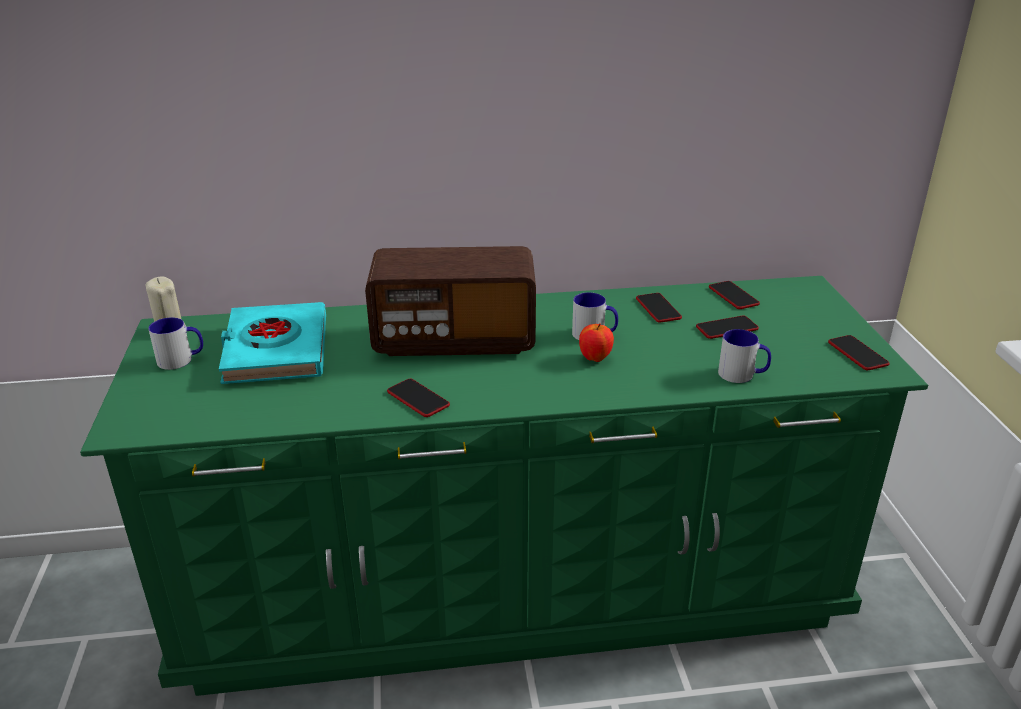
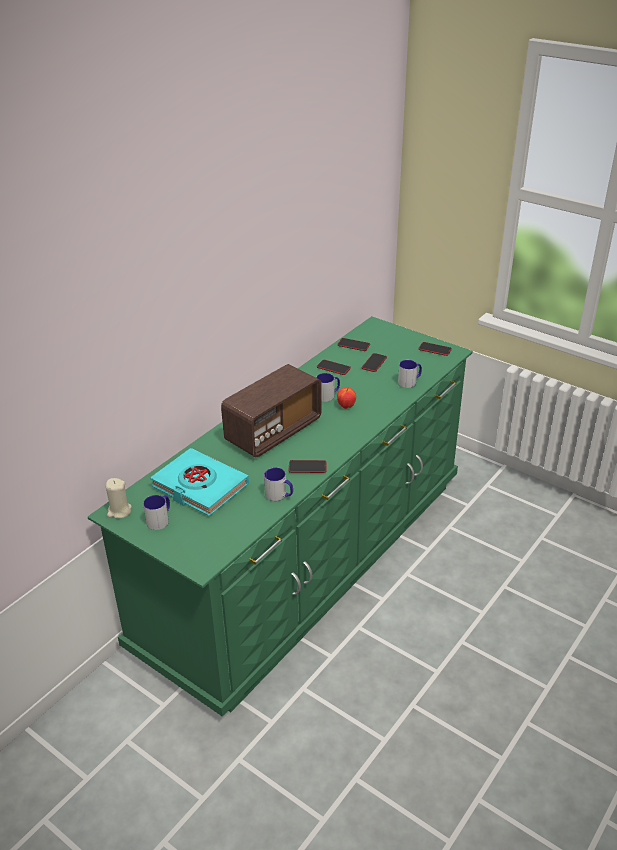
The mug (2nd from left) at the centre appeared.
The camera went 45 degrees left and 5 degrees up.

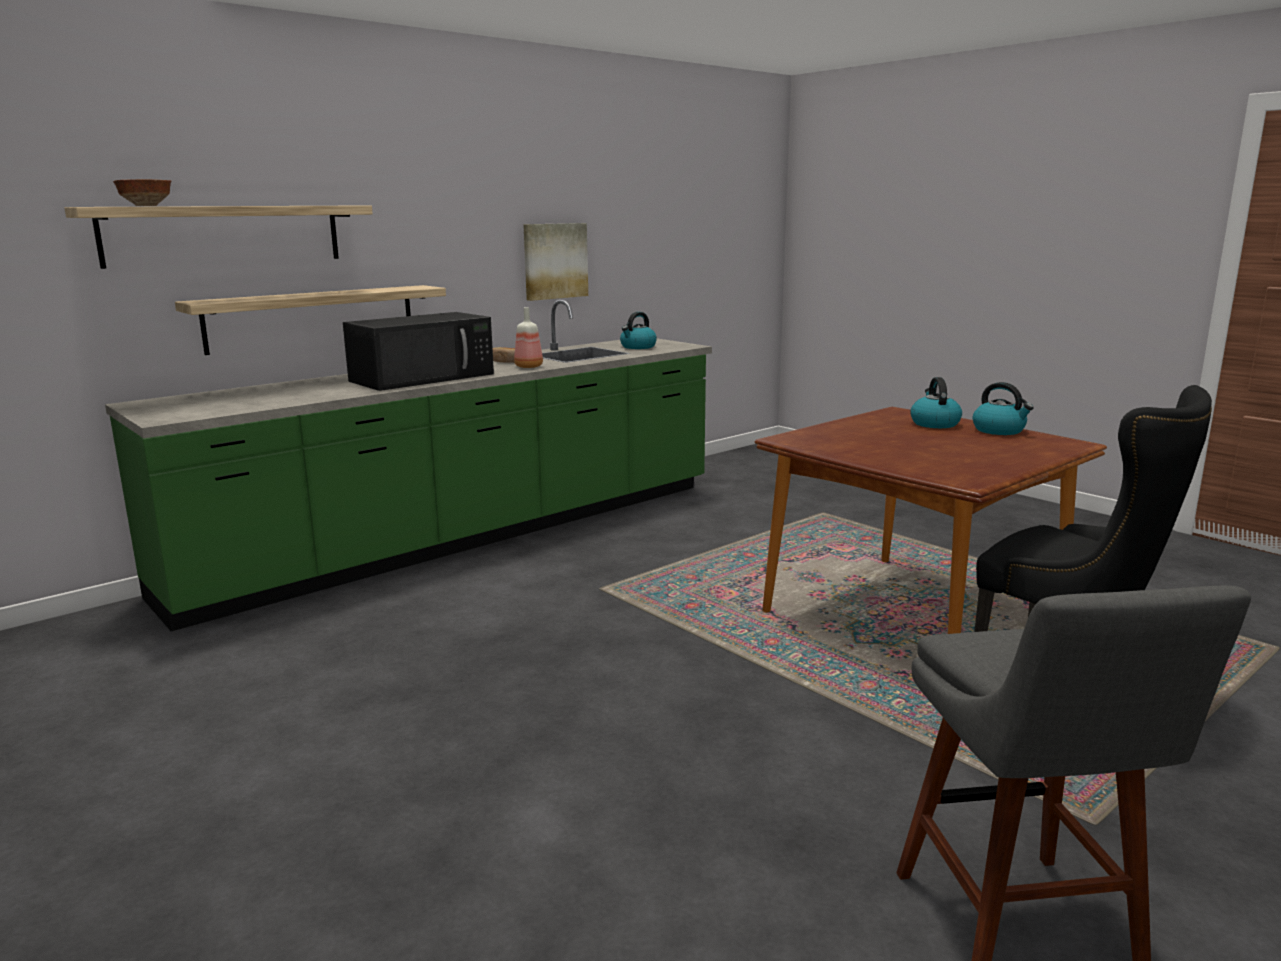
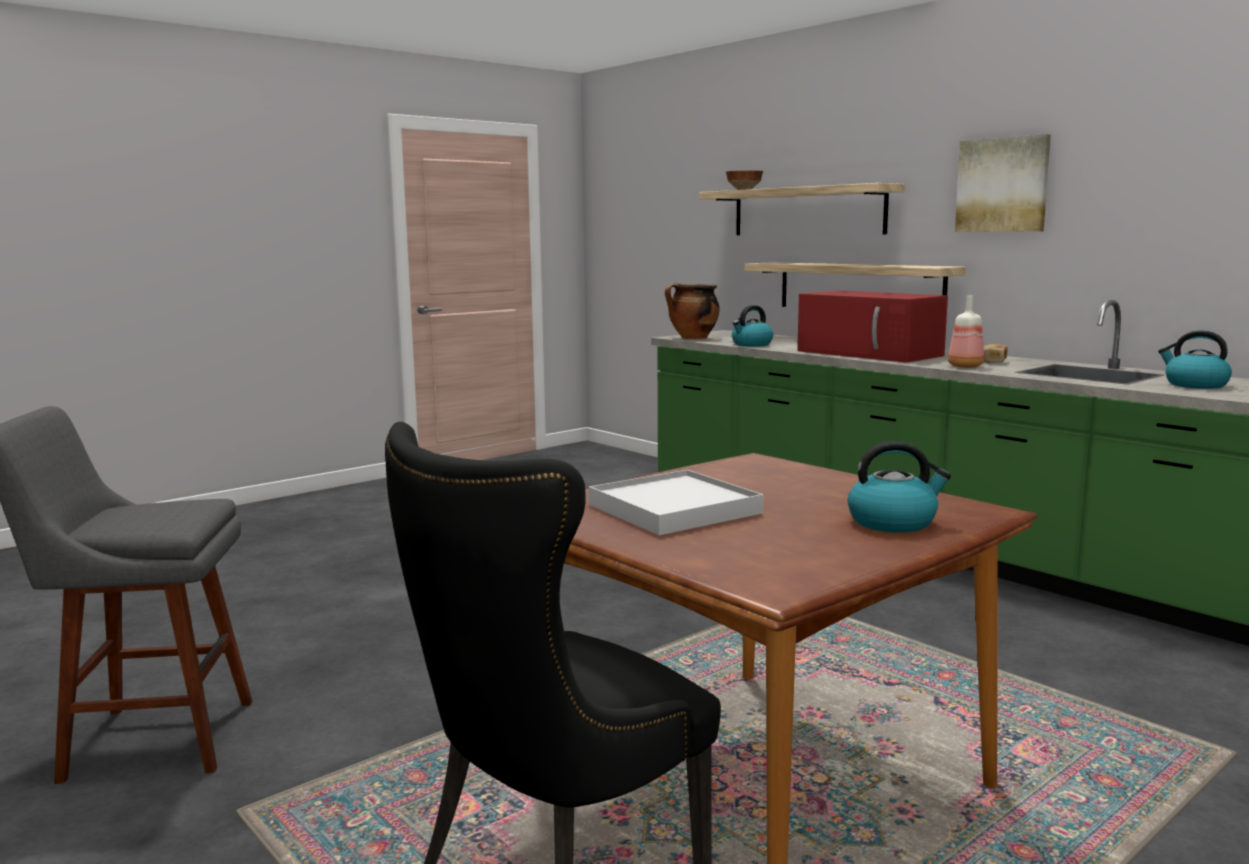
The black_microwave at the middle left became the red_microwave at the middle right.
The picture moved from the top centre to the top right.
The kettle (3rd from left in the first image) moved from the middle right to the centre.
The white_tray at the centre appeared.
The cooking_pot at the centre appeared.
The camera went 90 degrees right and 5 degrees down.

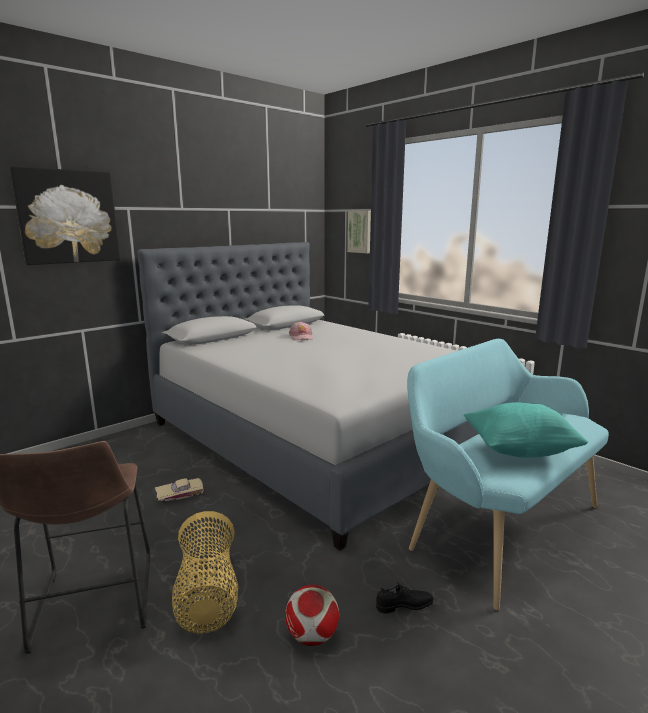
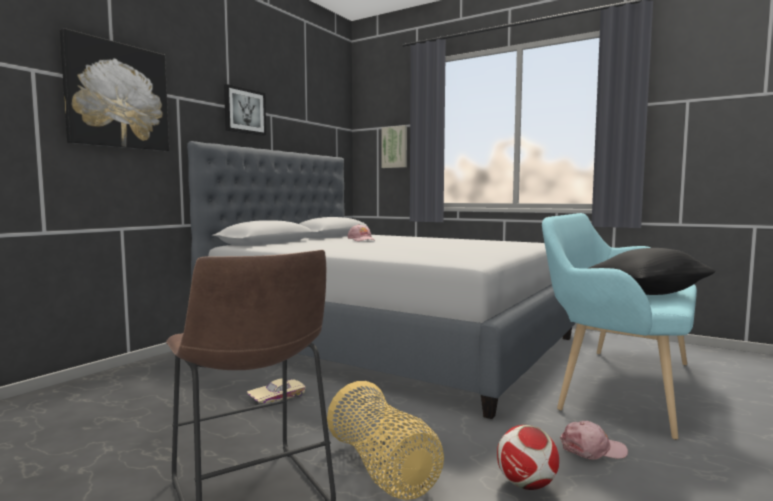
The black_shoe at the bottom centre was replaced by the pink_cap (2nd from left) at the bottom right.
The turquoise_pillow at the middle right became the black_pillow at the middle right.
The picture (2nd from left) at the top left appeared.
The camera went 15 degrees left and 10 degrees down.

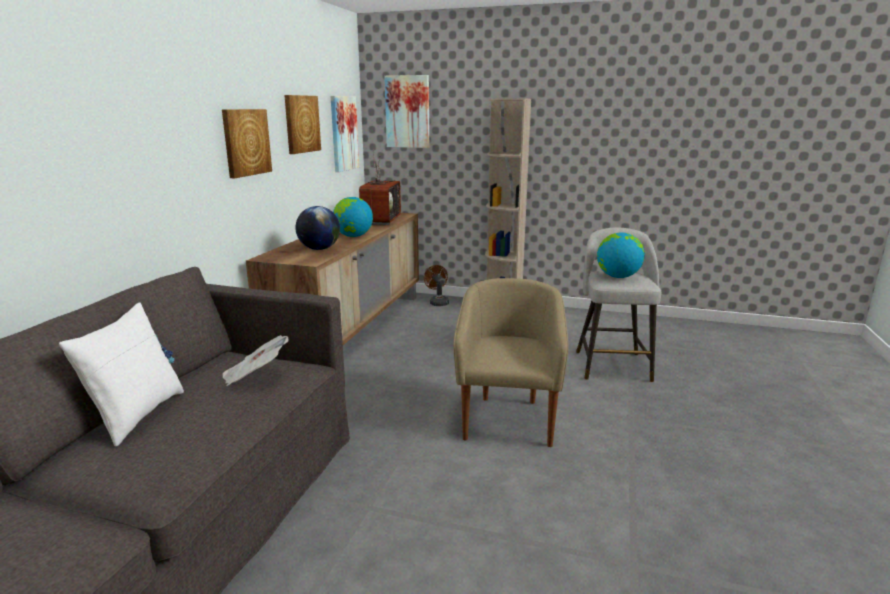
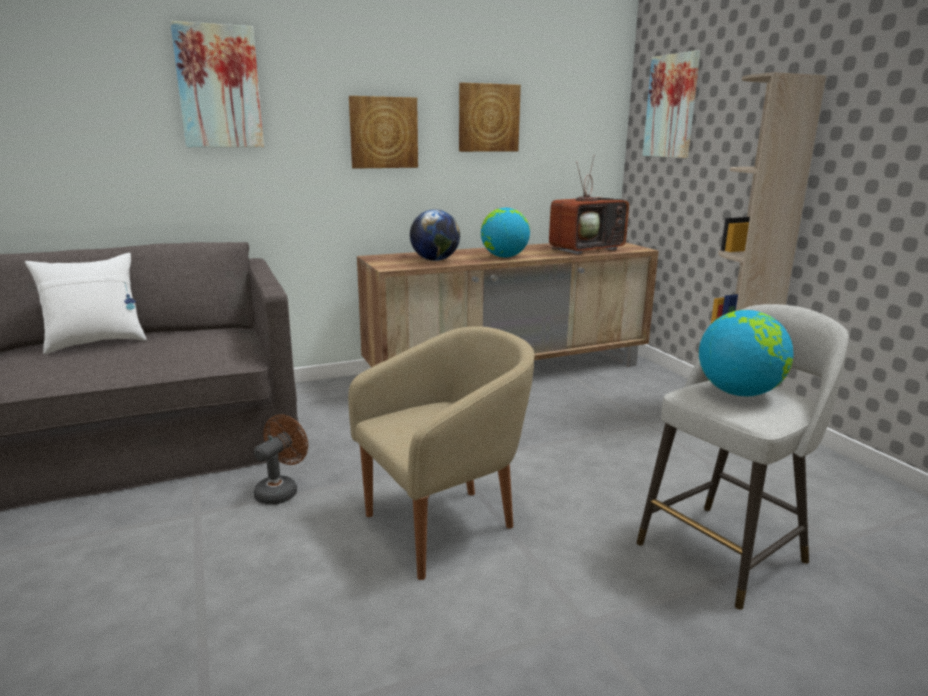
The newspaper at the middle left disappeared.
The picture (3rd from left in the first image) moved from the top centre to the top left.
The brown_fan moved from the centre to the middle left.
The camera went 50 degrees right and 0 degrees up.

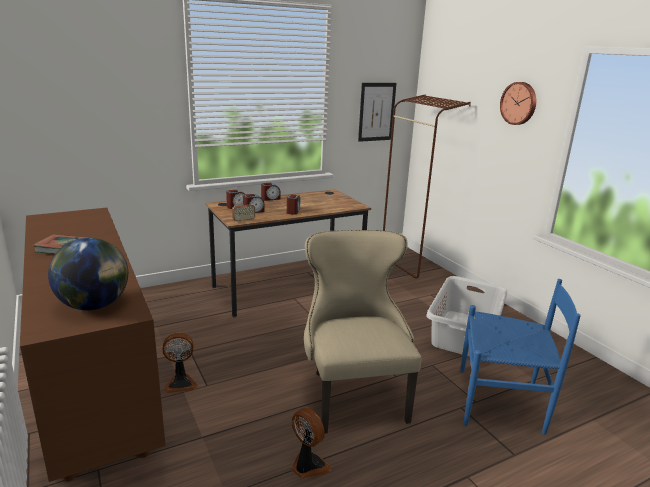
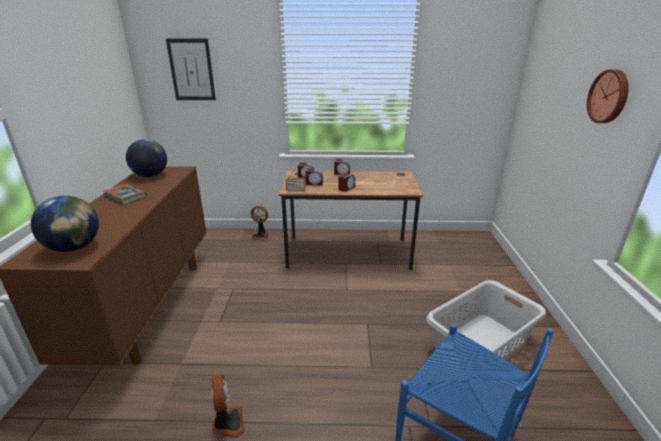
The fan (1st from left in the first image) moved from the bottom left to the centre.
The beige_chair at the bottom centre disappeared.
The picture moved from the top centre to the top left.
The brown_clothes_rack at the centre disappeared.
The globe (2nd from left) at the middle left appeared.
The camera went 30 degrees right and 5 degrees up.

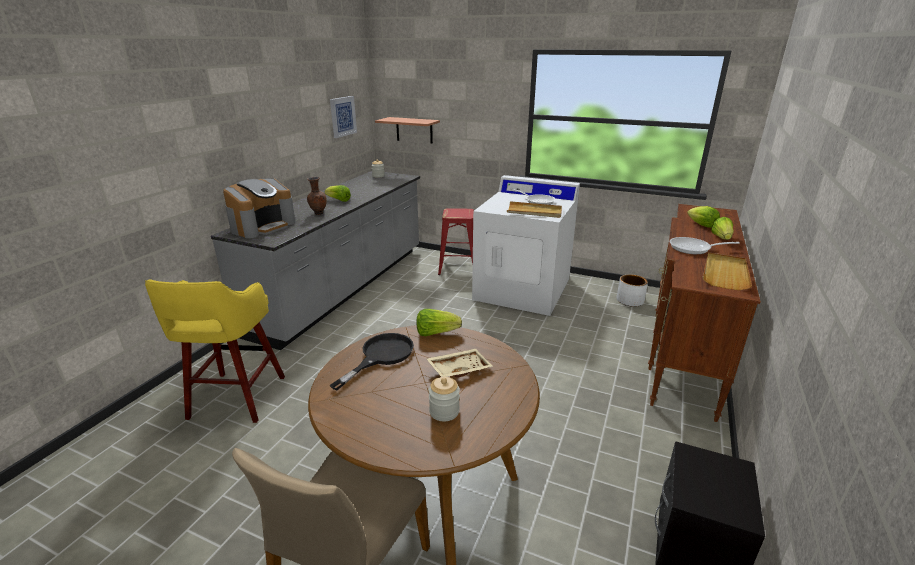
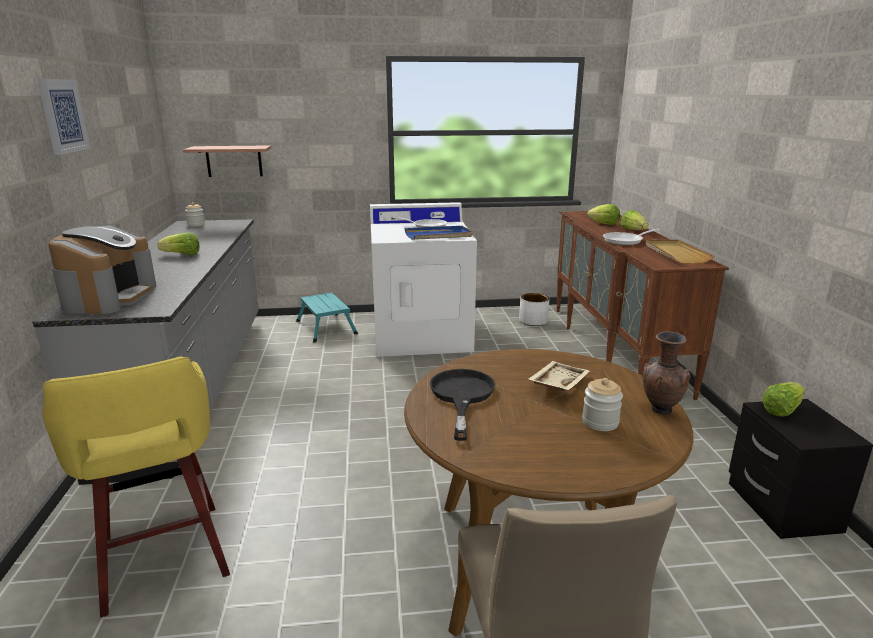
The brown_vase moved from the centre to the middle right.
The picture moved from the top centre to the top left.
The lettuce (2nd from left in the first image) moved from the centre to the middle right.
The red_stool at the centre was replaced by the turquoise_step_ladder at the centre.
The beige_tray (2nd from left) at the centre became the blue_tray at the centre.
The camera went 30 degrees left and 5 degrees down.

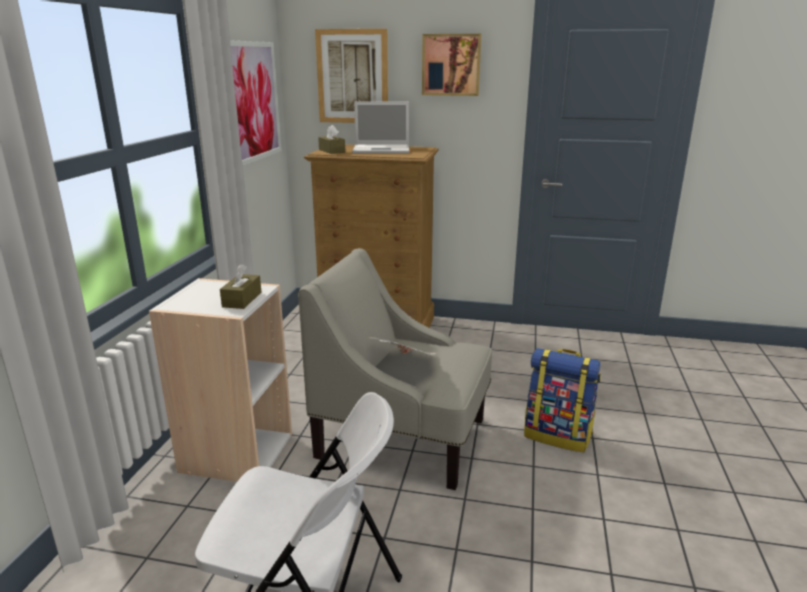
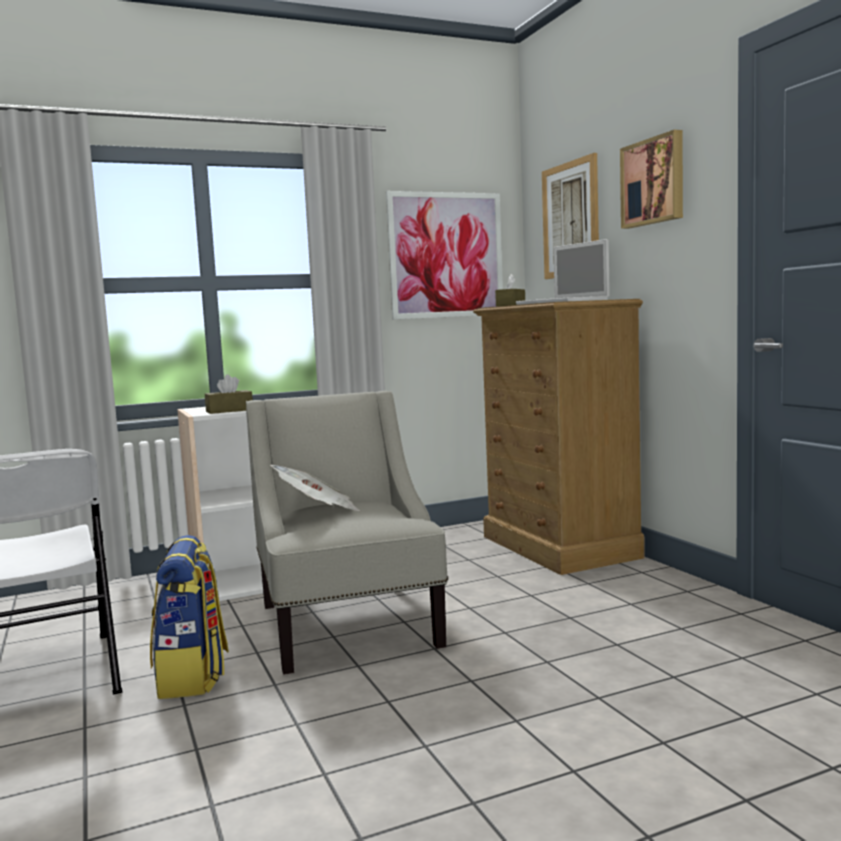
The backpack moved from the bottom right to the bottom left.
The camera went 55 degrees right and 15 degrees down.

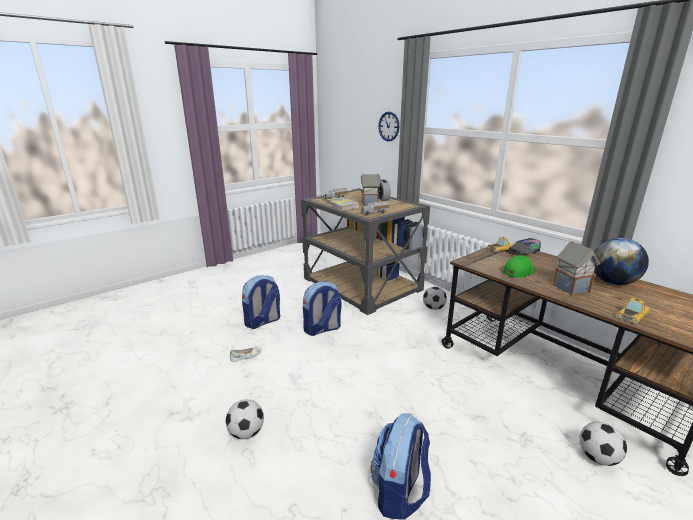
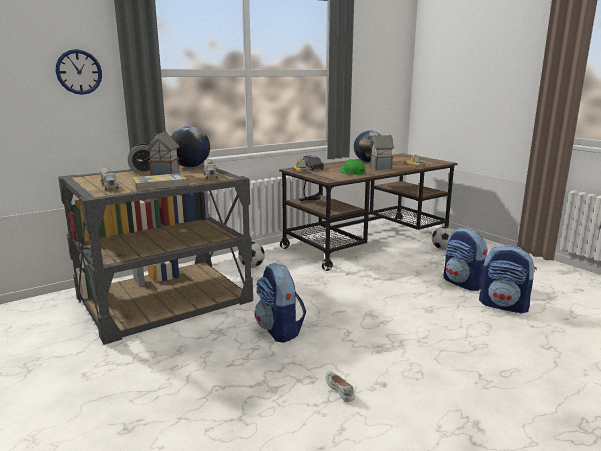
The football (1st from left) at the bottom centre disappeared.
The backpack (1st from left in the first image) moved from the centre to the middle right.
The globe (1st from left) at the top left appeared.
The camera went 85 degrees left and 5 degrees down.

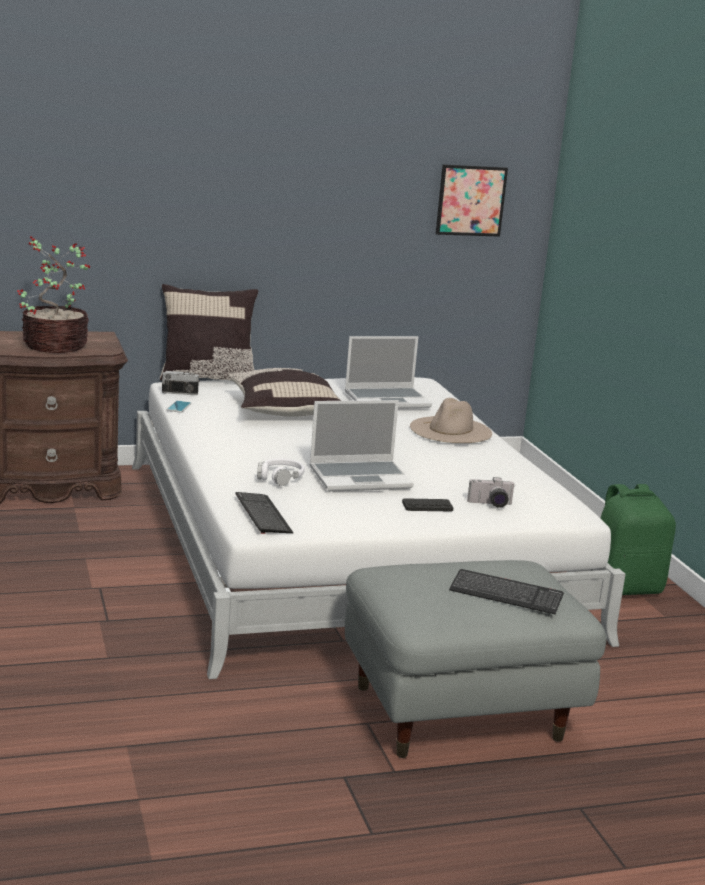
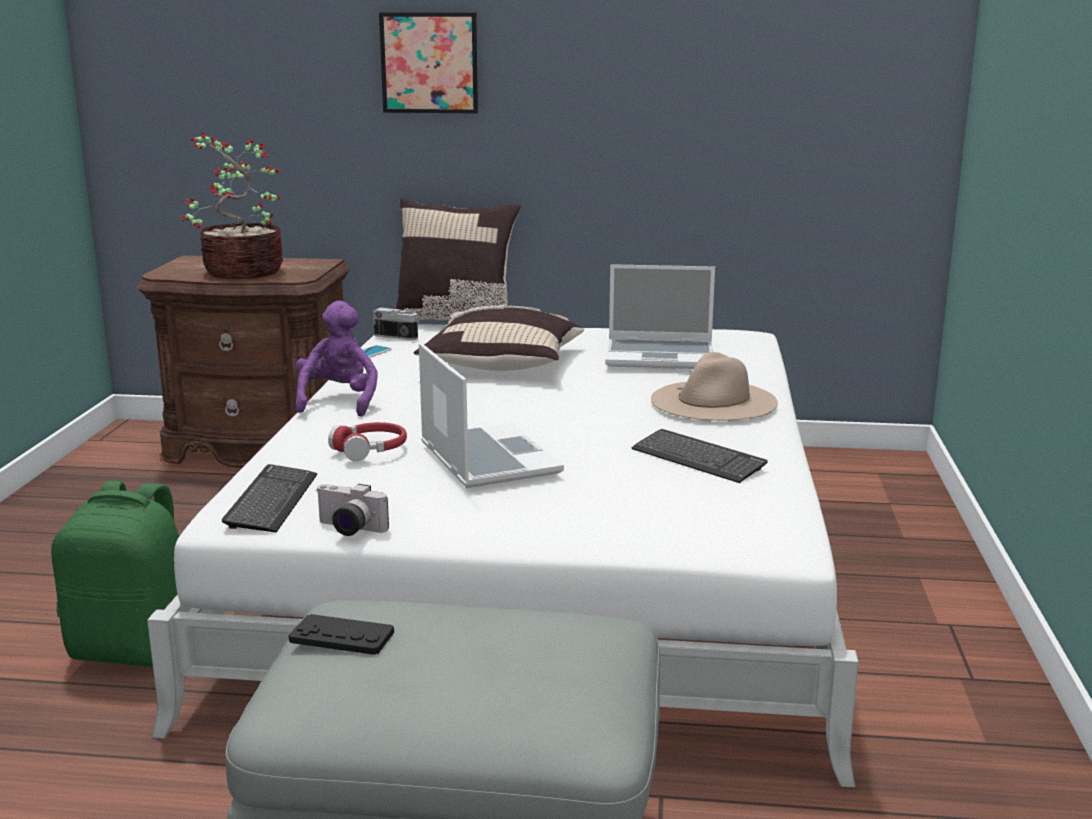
The white_headphones at the centre became the red_headphones at the centre.
The laptop (1st from left) at the centre turned 120 degrees counterclockwise.
The black_game_controller moved from the centre to the bottom left.
The picture moved from the top right to the top centre.
The keyboard (2nd from left) moved from the bottom right to the centre.
The photo_camera (2nd from left in the first image) moved from the middle right to the middle left.
The green_backpack moved from the middle right to the bottom left.
The purple_plush_toy at the middle left appeared.
The camera went 25 degrees right and 0 degrees up.

